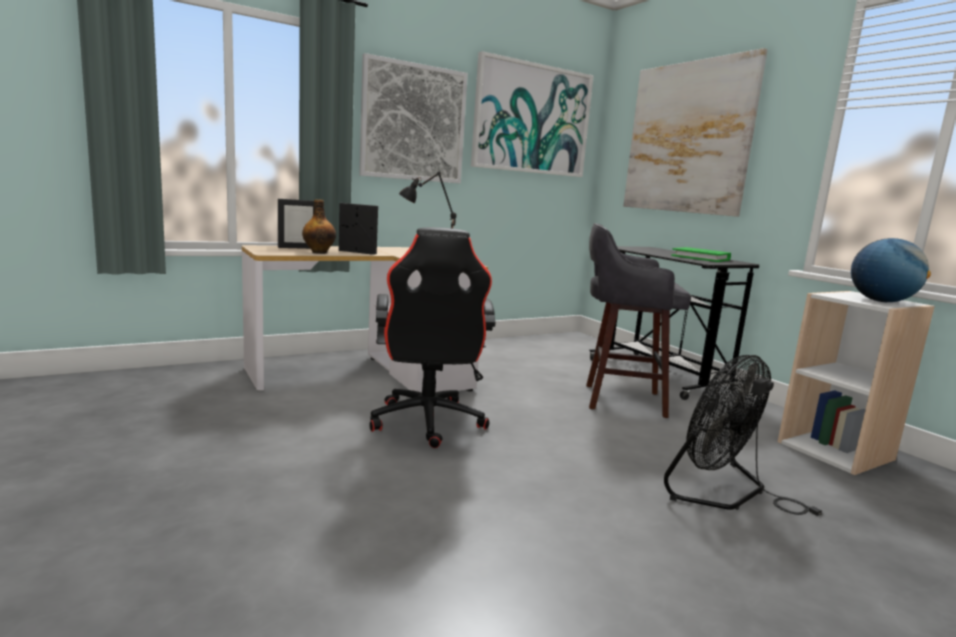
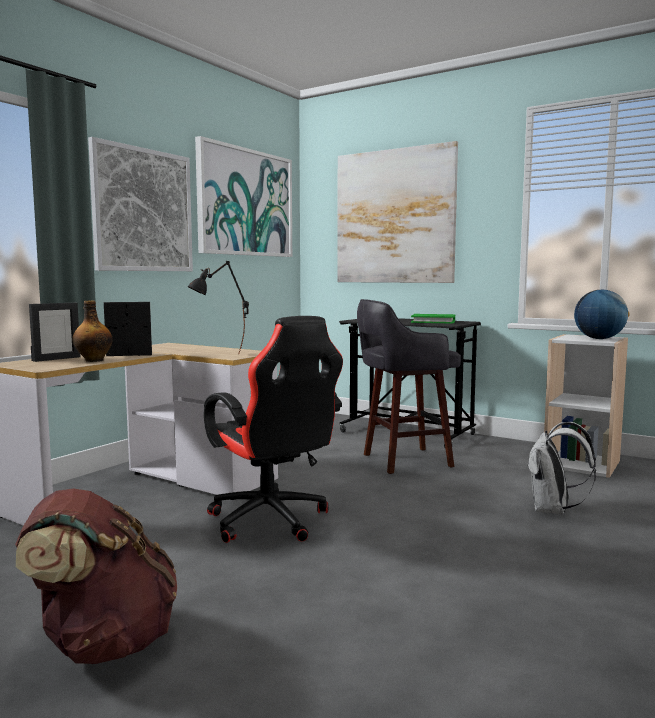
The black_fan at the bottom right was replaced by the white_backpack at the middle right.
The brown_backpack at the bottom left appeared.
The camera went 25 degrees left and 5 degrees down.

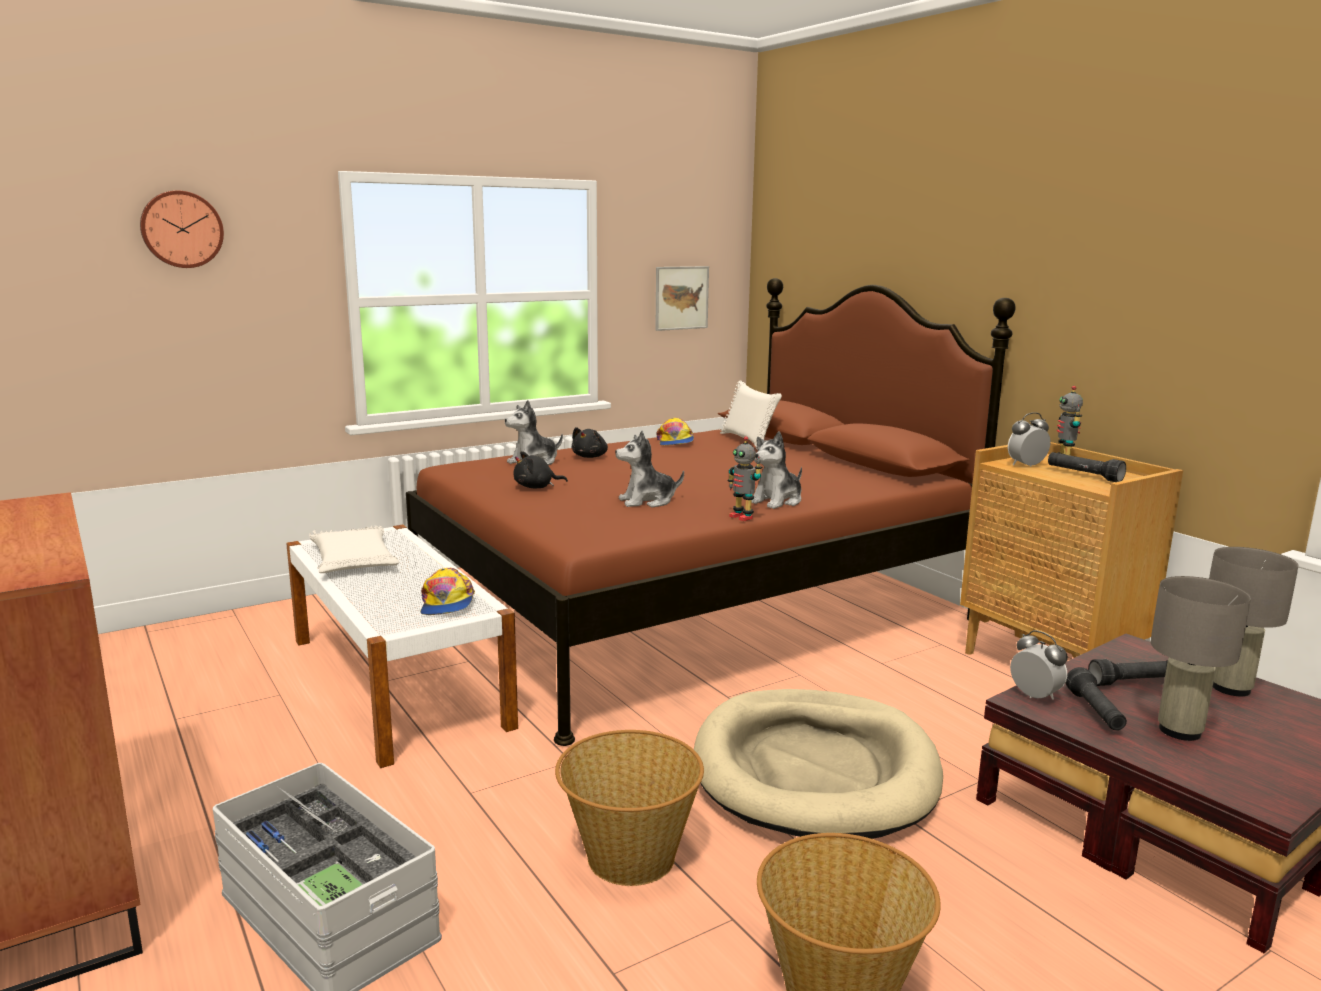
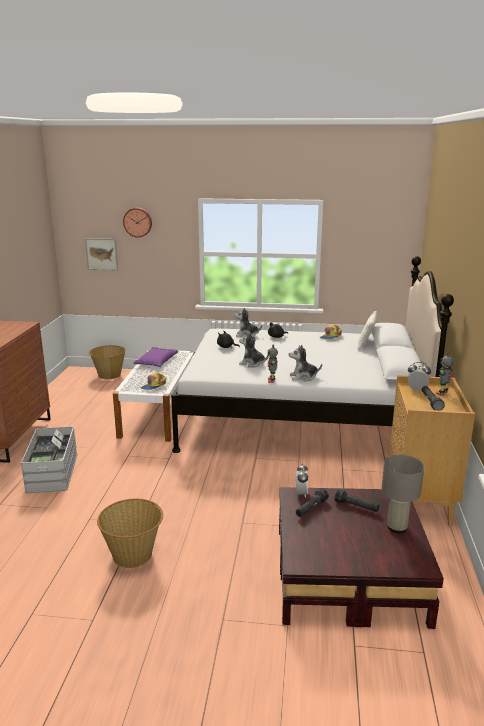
The white_pillow (1st from left) at the middle left became the purple_pillow at the middle left.
The brown_bed at the centre became the white_bed at the centre.
The basket (1st from left) moved from the bottom centre to the middle left.
The picture moved from the top centre to the middle left.
The beige_dog_bed at the bottom centre disappeared.
The grey_table_lamp (1st from left) at the middle right disappeared.
The camera went 40 degrees right and 5 degrees up.

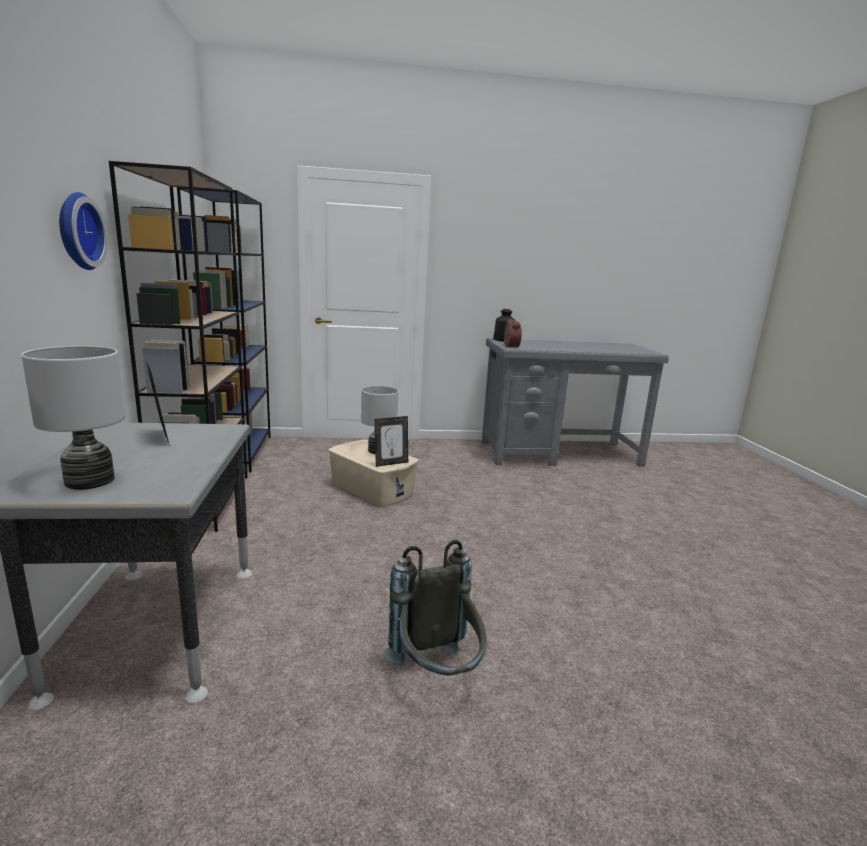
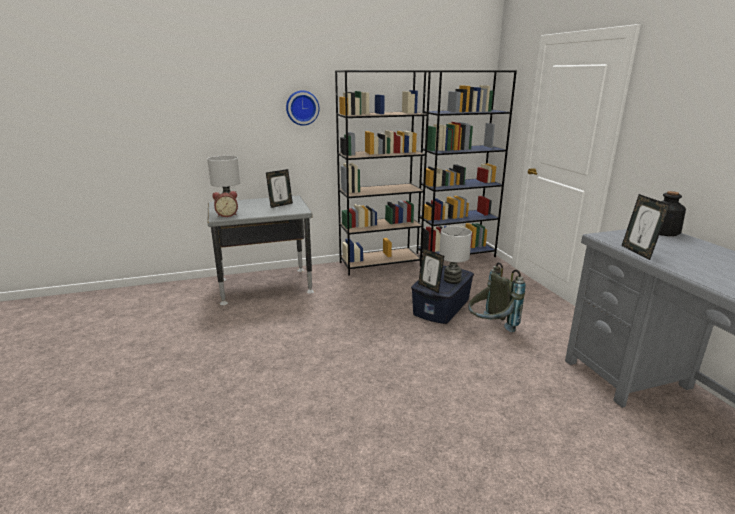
The beige_storage_box at the centre became the blue_storage_box at the centre.
The grey_backpack moved from the bottom centre to the middle right.
The alarm_clock moved from the centre to the middle left.
The picture_frame (3rd from left) at the middle right appeared.
The camera went 80 degrees right and 5 degrees up.

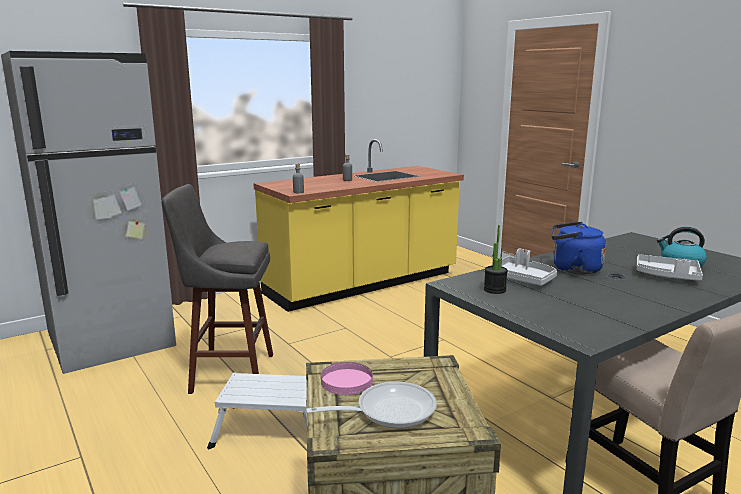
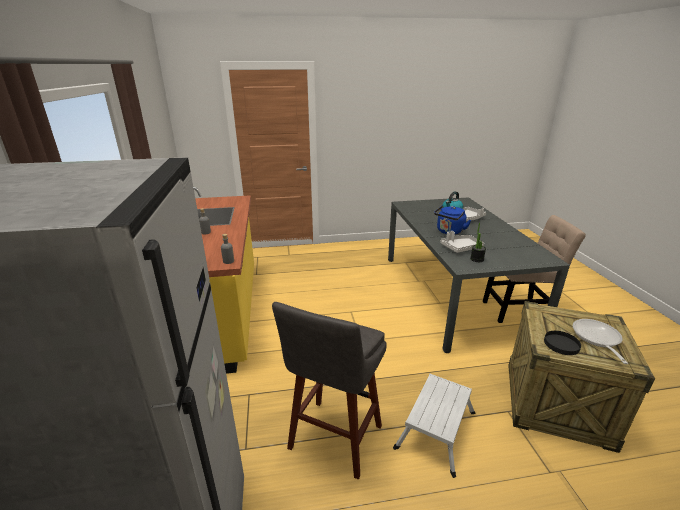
The pink_plate at the bottom centre became the black_plate at the bottom right.
The camera went 65 degrees left and 10 degrees up.

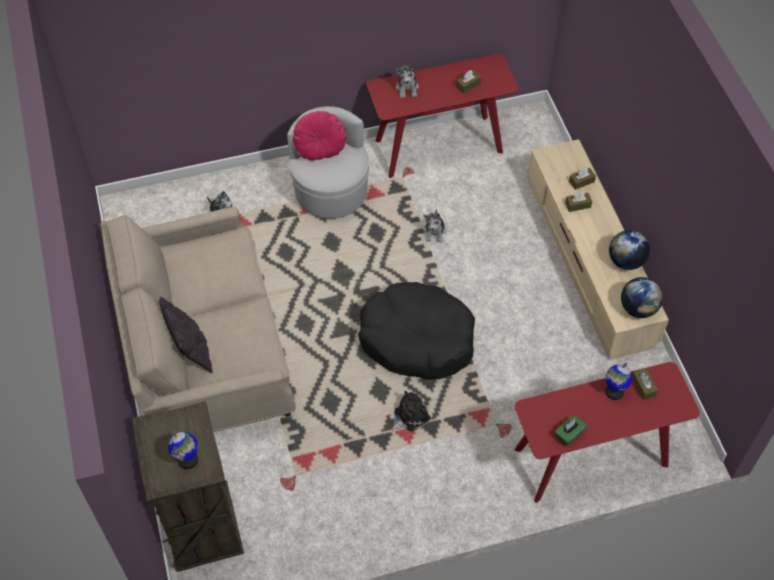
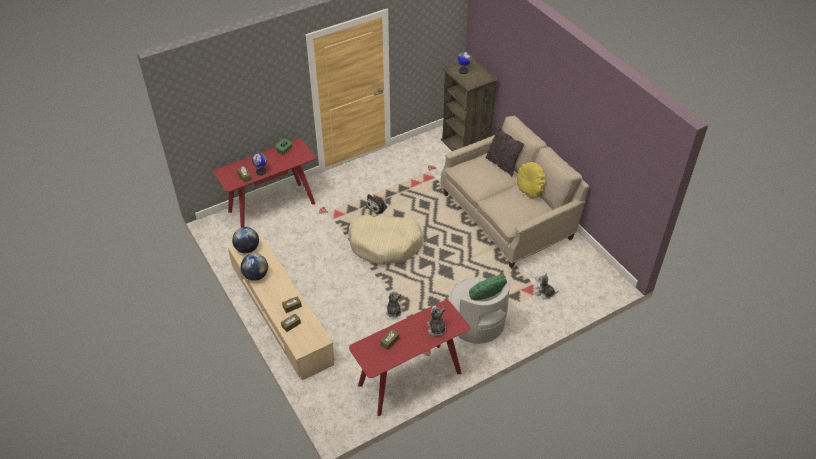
The pink_pillow at the top centre became the green_pillow at the centre.
The black_dog_bed at the centre became the beige_dog_bed at the centre.
The yellow_pillow at the centre appeared.
The camera went 165 degrees right and 10 degrees down.

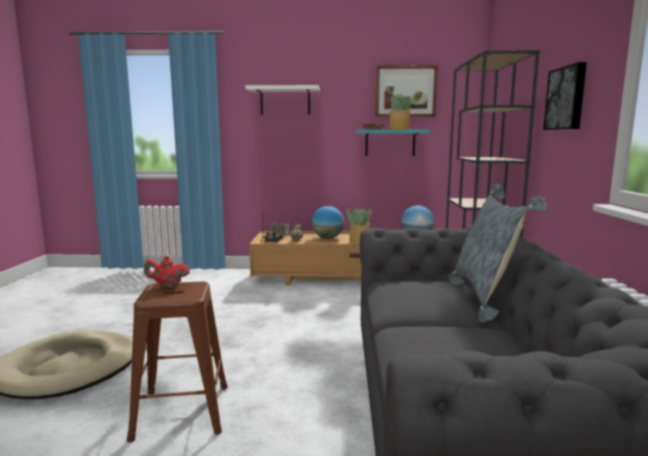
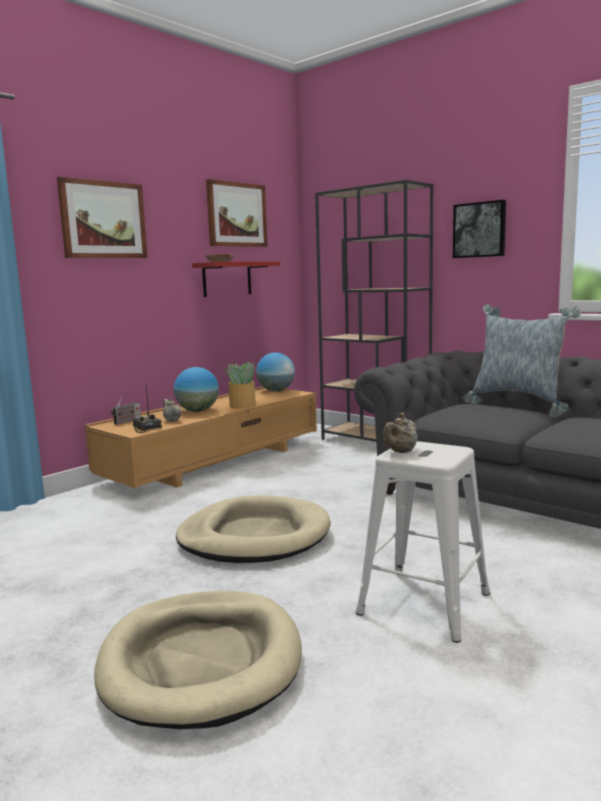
The brown_stool at the bottom left became the white_stool at the bottom right.
The red_teapot at the middle left became the beige_teapot (2nd from left) at the centre.
The white_shelf at the top centre was replaced by the picture (1st from left) at the top left.
The turquoise_shelf at the top centre became the red_shelf at the centre.
The potted_plant (2nd from left) at the top centre disappeared.
The beige_dog_bed (2nd from left) at the centre appeared.
The camera went 50 degrees left and 0 degrees up.

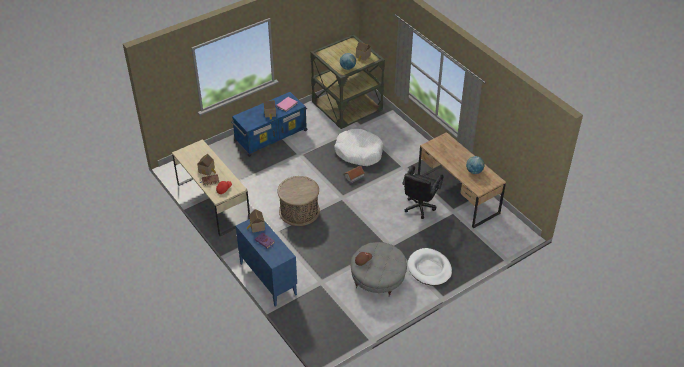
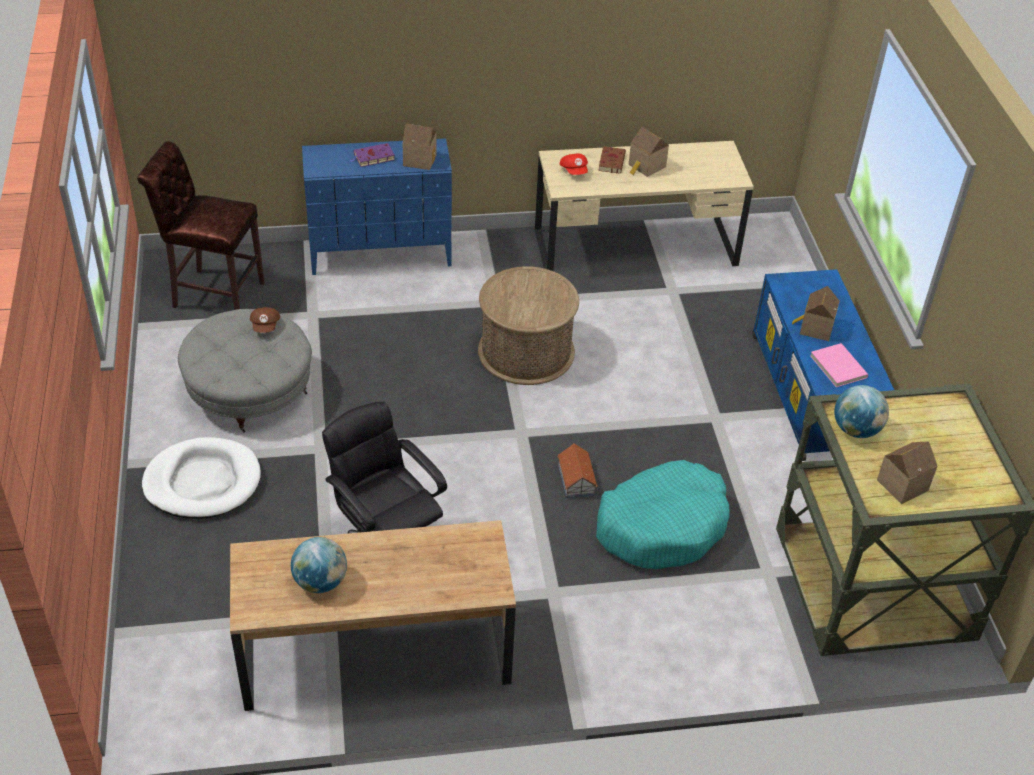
The white_dog_bed (1st from left) at the centre became the turquoise_dog_bed at the centre.
The brown_stool at the top left appeared.
The camera went 115 degrees right and 0 degrees up.

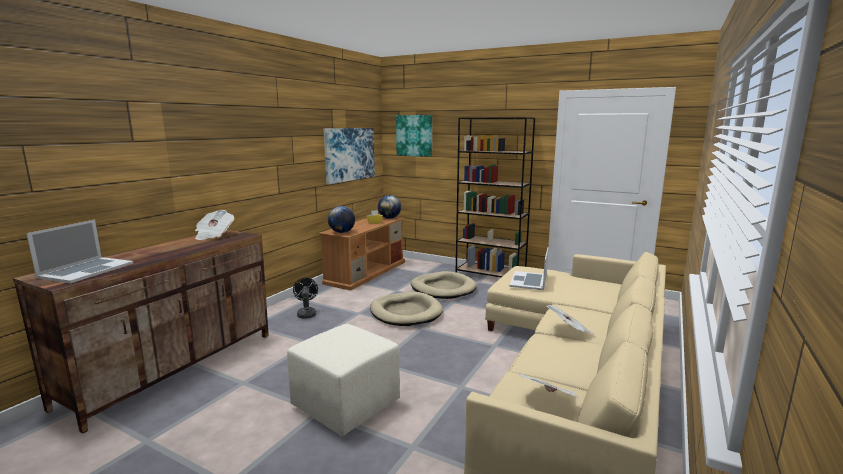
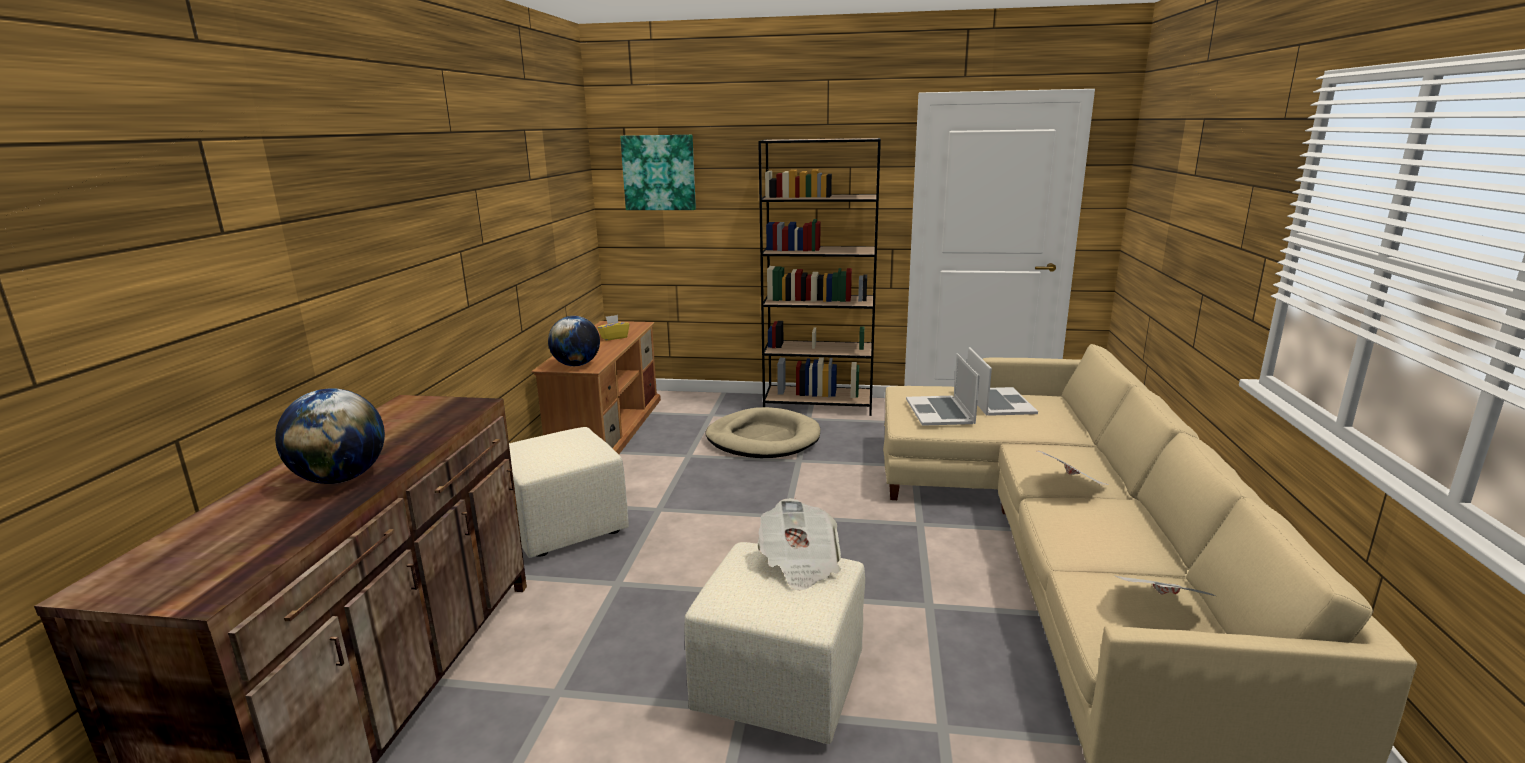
The laptop (1st from left in the first image) moved from the middle left to the centre.
The newspaper (1st from left) moved from the middle left to the bottom centre.
The black_fan at the centre was replaced by the beige_ottoman (1st from left) at the centre.
The picture (1st from left) at the top centre disappeared.
The beige_dog_bed (1st from left) at the centre disappeared.
The globe (2nd from left in the first image) moved from the centre to the middle left.
The camera went 20 degrees left and 5 degrees up.

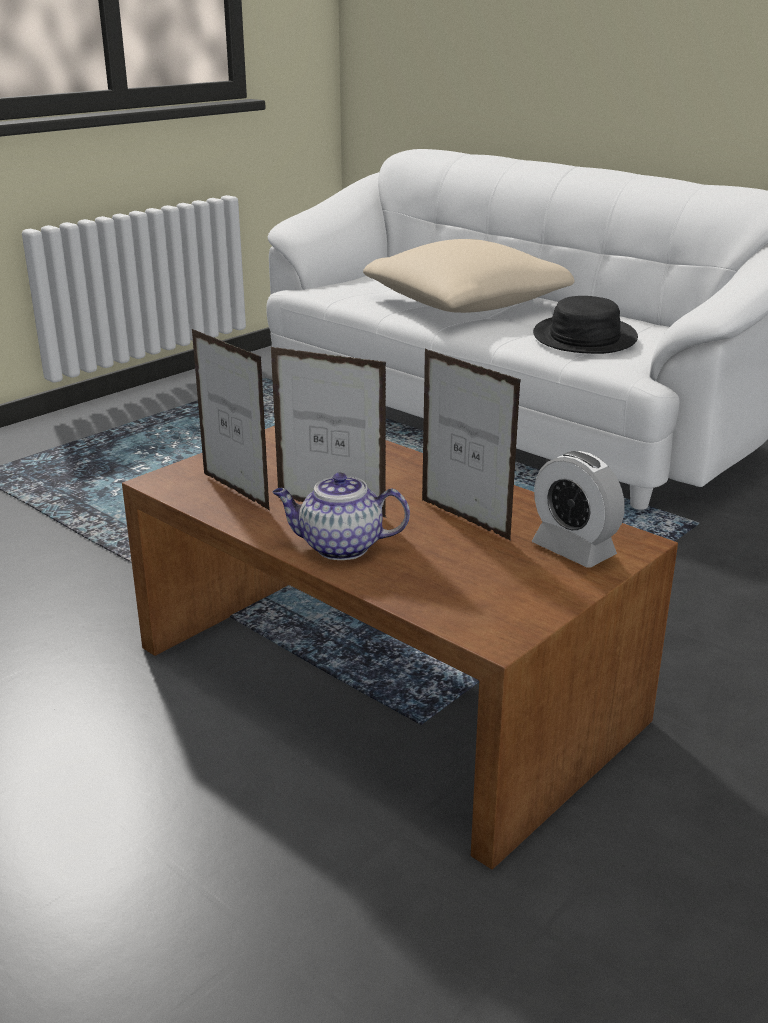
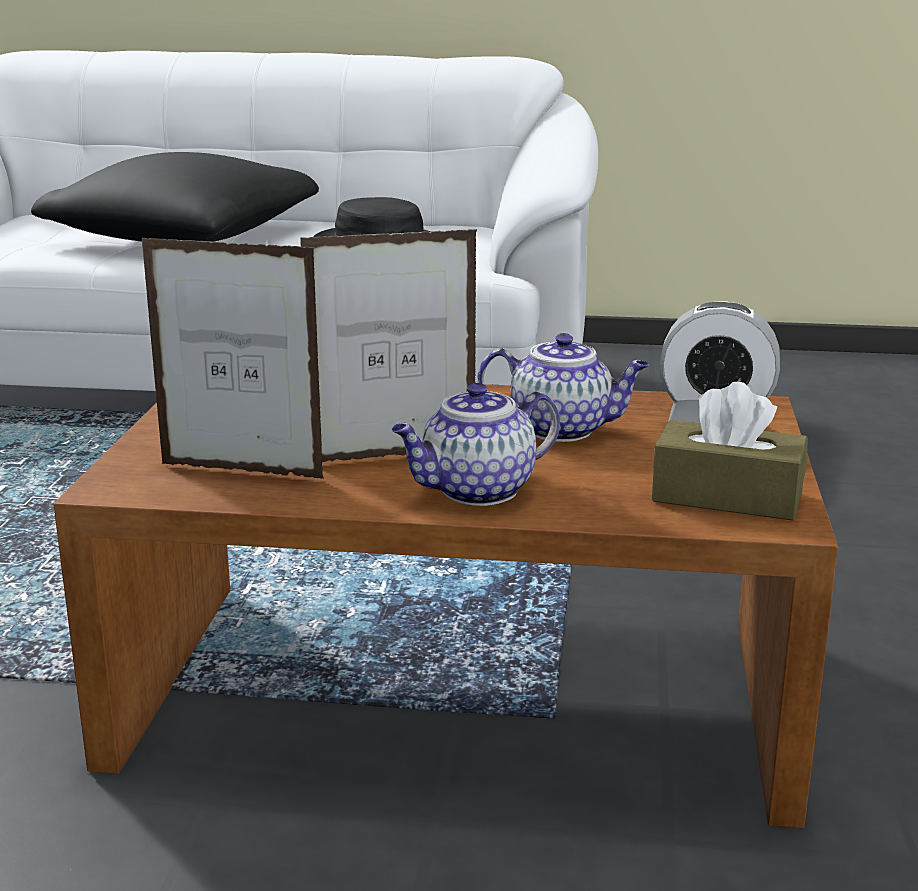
The beige_pillow at the top centre became the black_pillow at the top left.
The picture_frame (3rd from left) at the centre was replaced by the teapot (2nd from left) at the centre.
The brown_tissue_box at the middle right appeared.
The camera went 35 degrees left and 5 degrees down.

